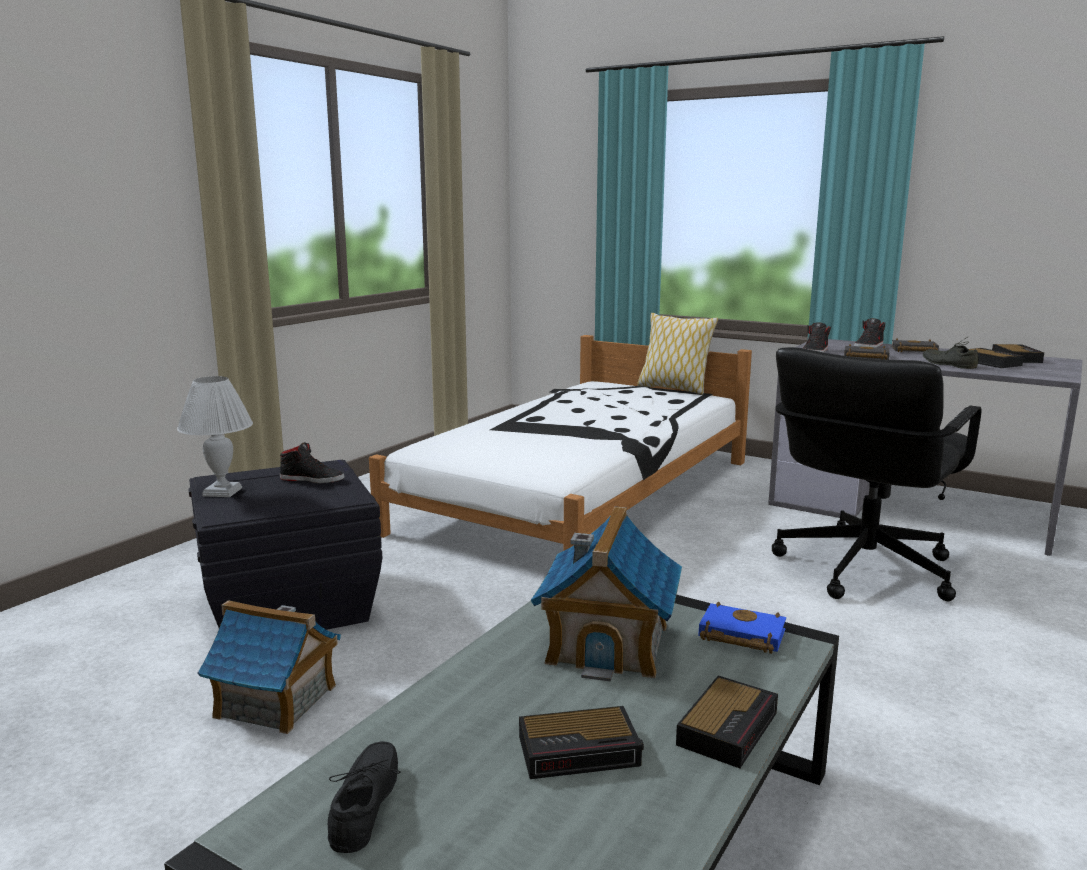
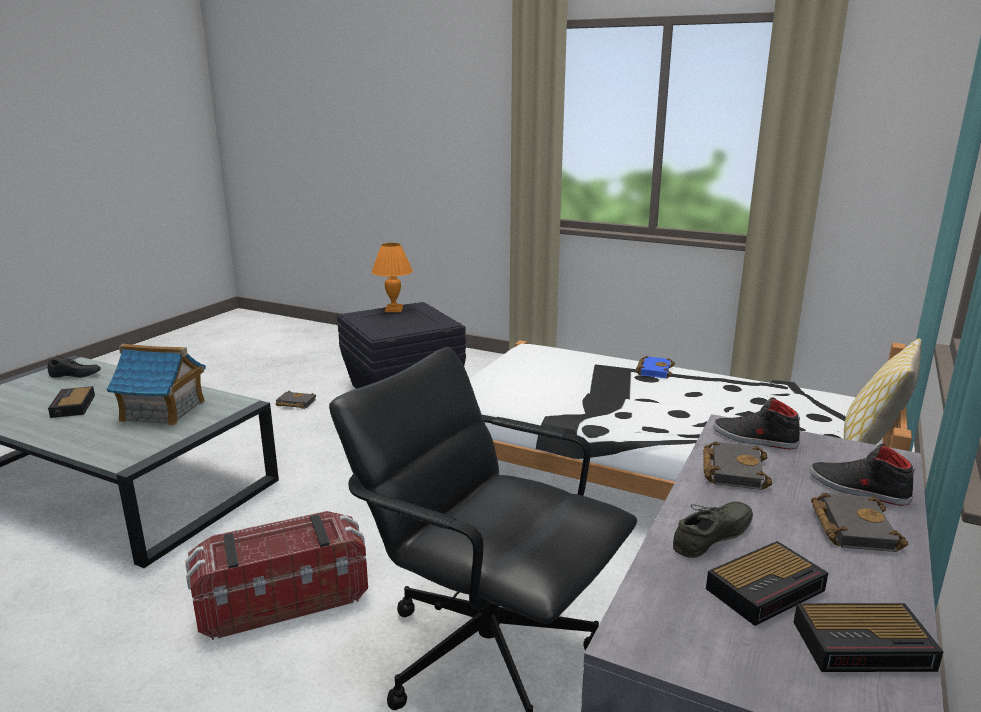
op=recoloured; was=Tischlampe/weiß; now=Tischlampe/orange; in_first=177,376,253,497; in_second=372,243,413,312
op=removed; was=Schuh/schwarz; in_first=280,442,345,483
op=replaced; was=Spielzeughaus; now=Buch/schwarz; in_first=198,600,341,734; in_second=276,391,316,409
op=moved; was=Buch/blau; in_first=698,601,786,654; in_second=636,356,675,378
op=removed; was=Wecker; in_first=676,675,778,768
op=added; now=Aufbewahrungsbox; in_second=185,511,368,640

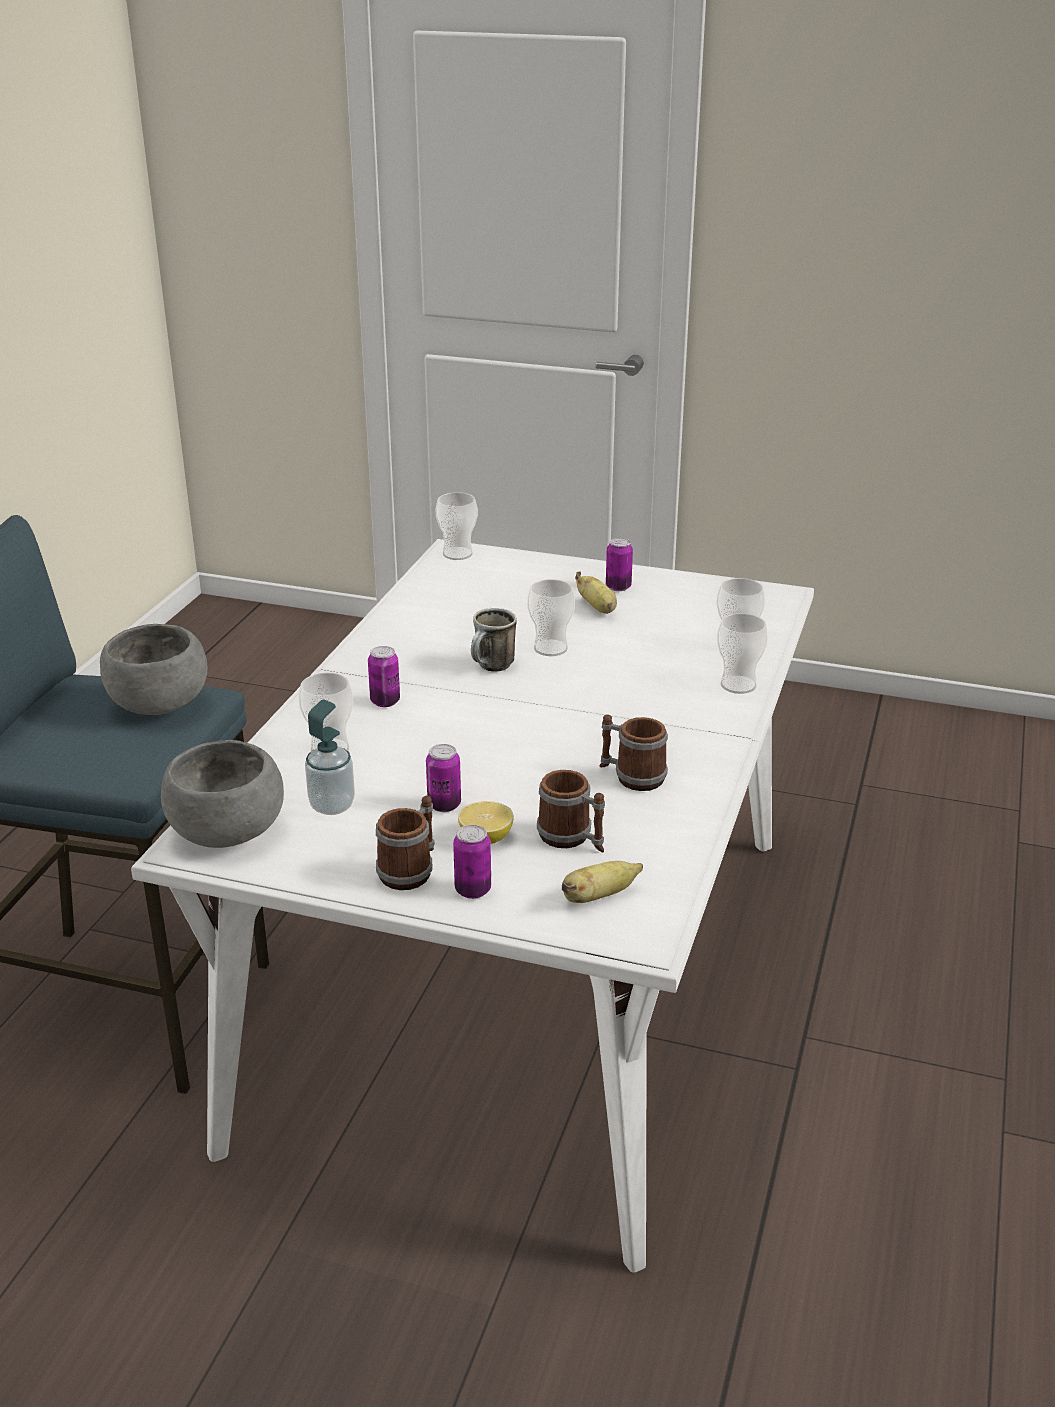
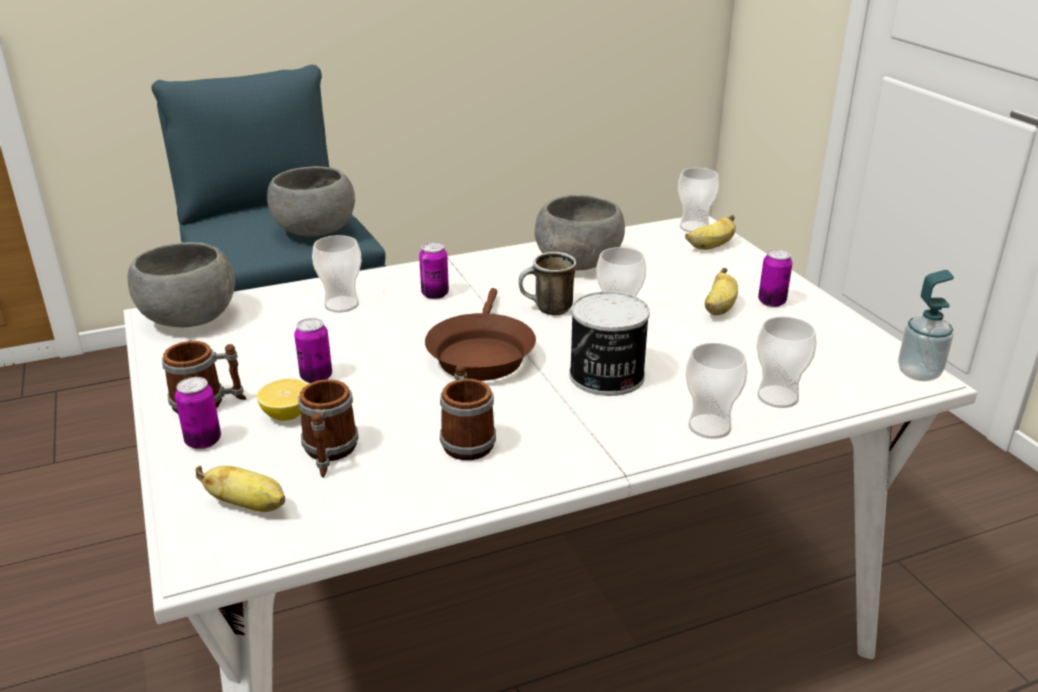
op=moved; was=Seifenspender; in_first=305,700,355,815; in_second=898,270,954,381
op=added; now=Schüssel/grau; in_second=534,195,625,270
op=added; now=Banane; in_second=685,215,736,250
op=added; now=Pfanne/braun; in_second=425,288,536,381
op=added; now=Dose; in_second=569,291,650,396

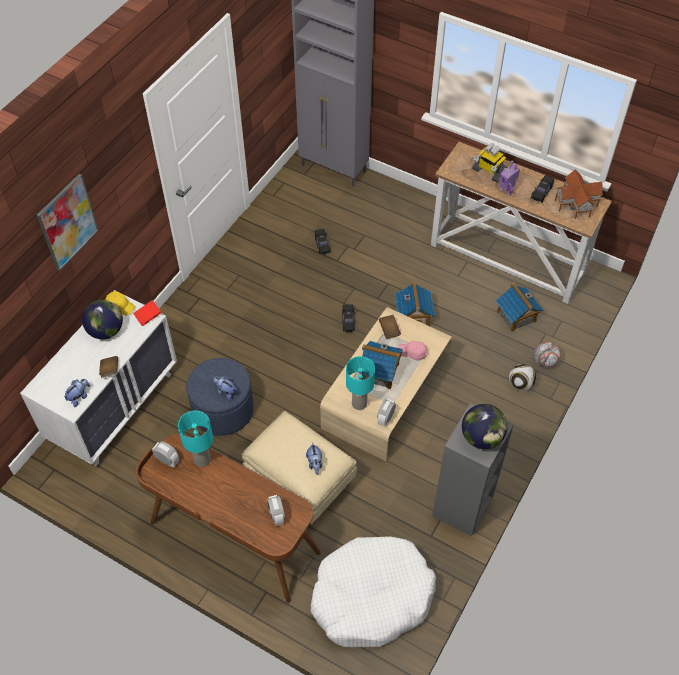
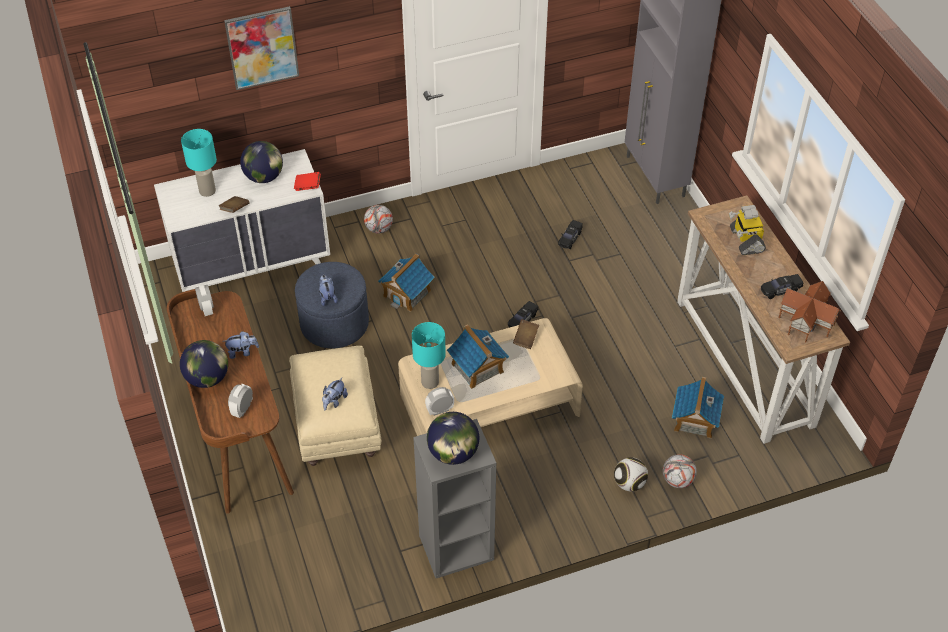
op=removed; was=Spielzeugroboter; in_first=499,161,520,197
op=moved; was=Spielzeughaus; in_first=395,281,435,326; in_second=378,254,435,312
op=removed; was=Kappe/gelb; in_first=106,291,135,315
op=removed; was=Kappe/rosa; in_first=398,341,428,360
op=moved; was=Plüschtier; in_first=64,379,90,407; in_second=223,331,259,359
op=moved; was=Tischlampe/türkis; in_first=178,411,213,467; in_second=181,129,217,197
op=removed; was=Hundebett/weiß; in_first=310,536,436,647
op=added; now=Fußball; in_second=364,205,393,234
op=added; now=Globus; in_second=180,340,228,388

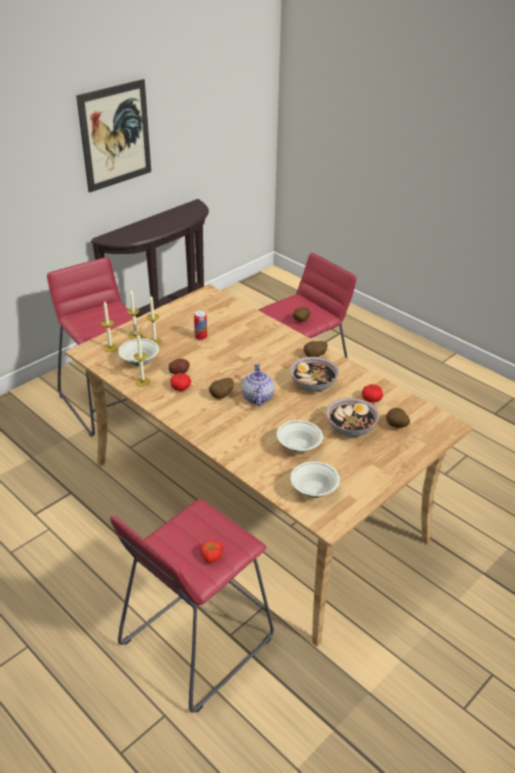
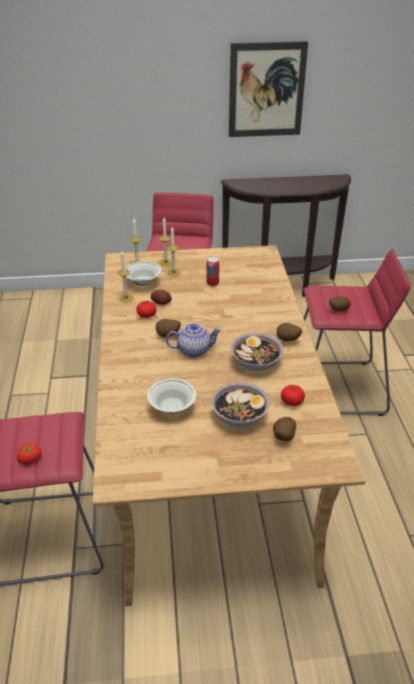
op=turned; was=Teekanne; in_first=242,363,274,406; in_second=166,323,222,358; clockwise=45
op=removed; was=Schüssel/weiß; in_first=290,461,340,498

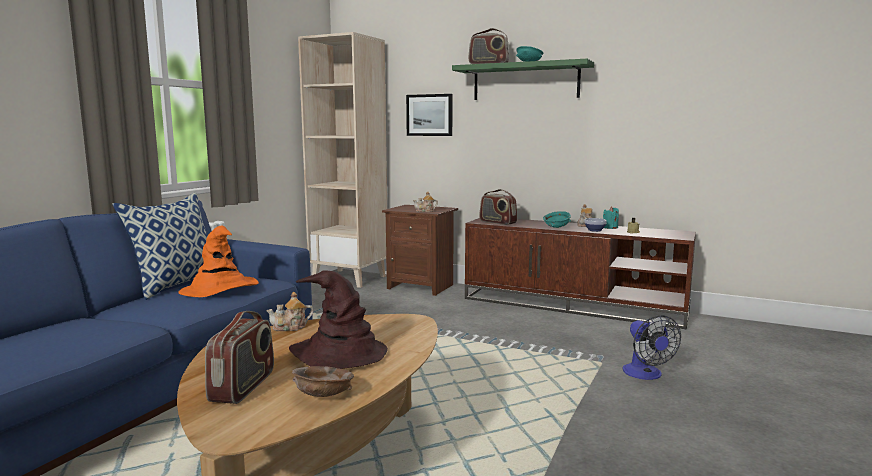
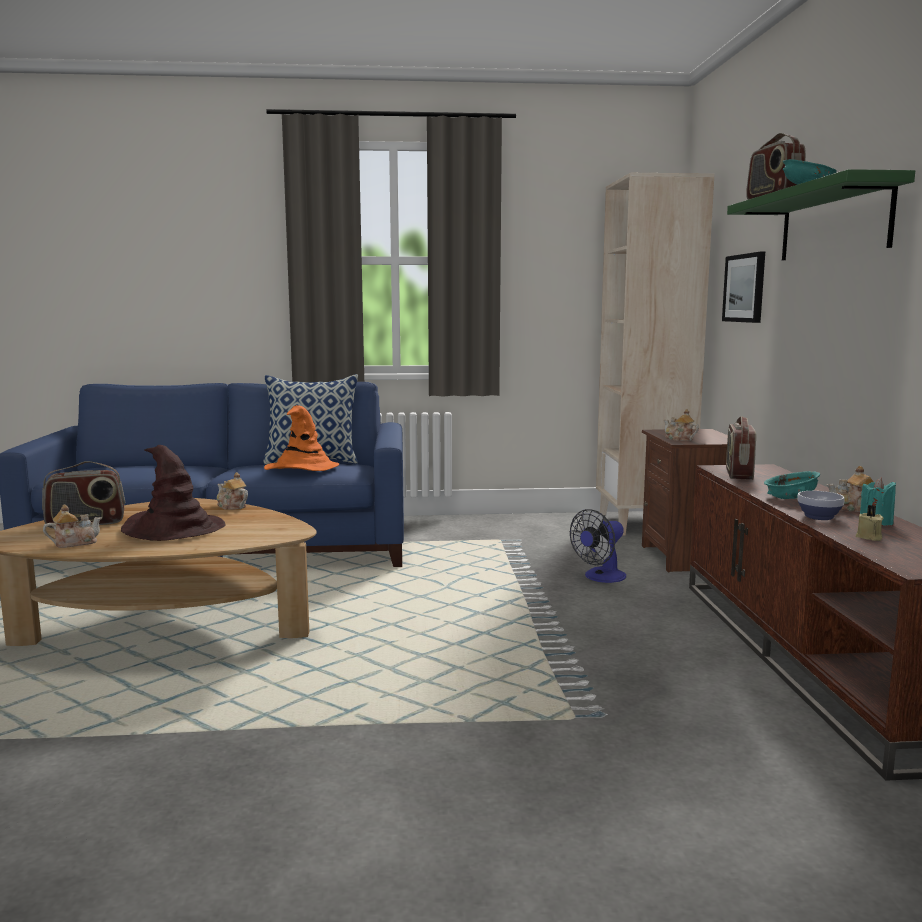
op=moved; was=Ventilator; in_first=623,315,681,380; in_second=570,509,626,583
op=replaced; was=Schüssel/braun; now=Teekanne; in_first=292,366,354,397; in_second=43,505,102,548

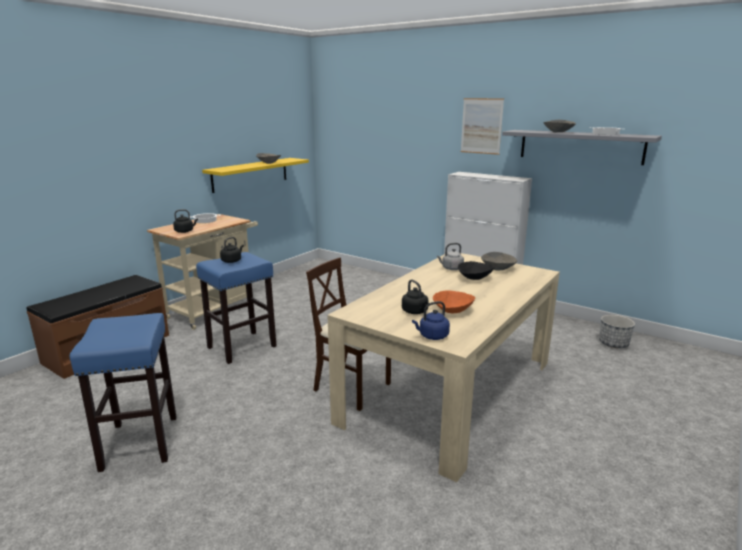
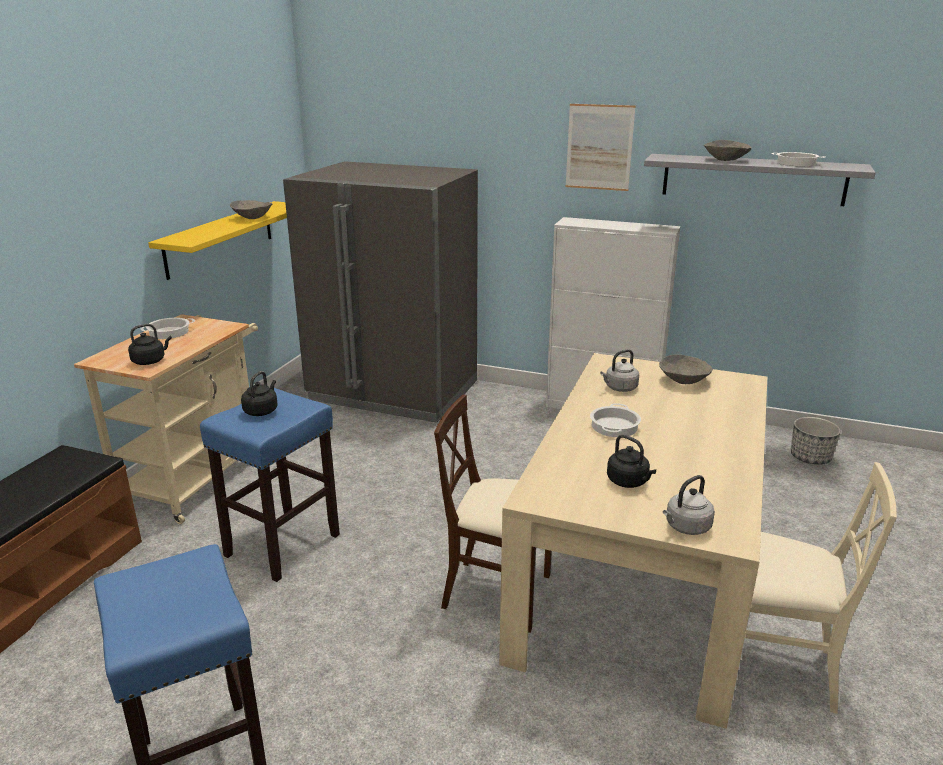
op=removed; was=Schüssel/schwarz; in_first=458,261,494,280
op=removed; was=Schüssel/orange; in_first=433,290,475,313
op=recoloured; was=Wasserkessel/blau; now=Wasserkessel/grau; in_first=412,301,450,340; in_second=663,475,715,535
op=added; now=Kühlschrank/grau; in_second=283,161,478,423
op=added; now=Kochtopf; in_second=590,403,641,437
op=added; now=Stuhl/beige; in_second=745,462,897,714

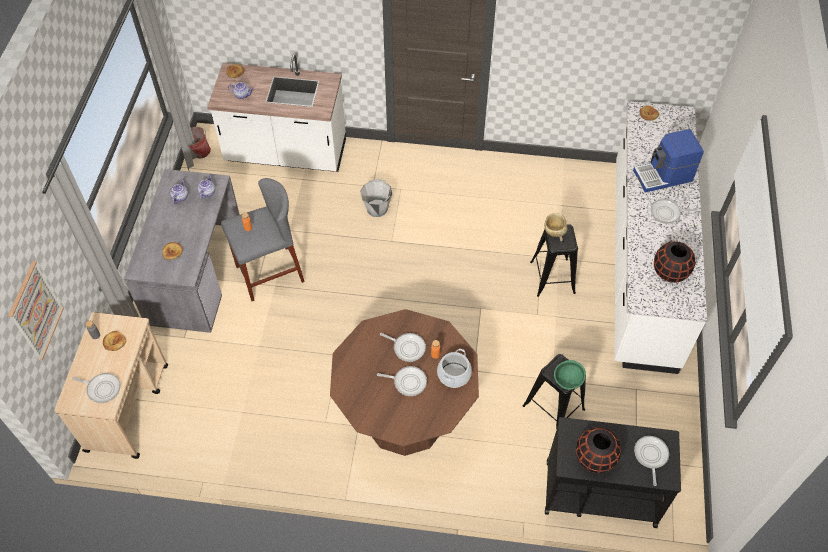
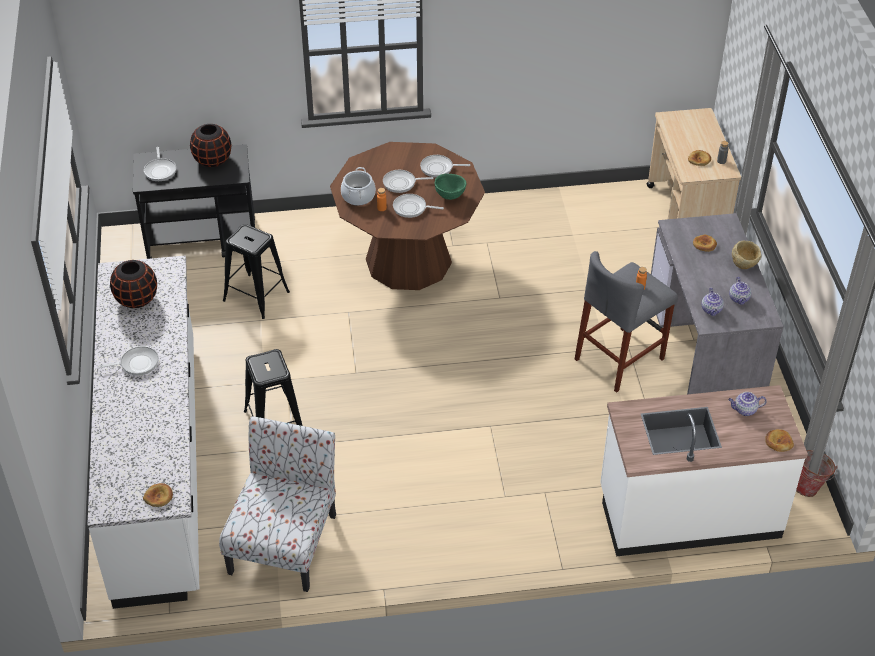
op=removed; was=Kaffeemaschine; in_first=633,129,704,193
op=removed; was=Eimer/grau; in_first=360,178,392,217
op=moved; was=Schüssel/beige; in_first=544,213,568,237; in_second=732,241,761,269
op=removed; was=Bild; in_first=8,261,64,361
op=moved; was=Schüssel/grün; in_first=554,360,586,390; in_second=435,174,467,200
op=moved; was=Pfanne; in_first=72,373,120,403; in_second=420,155,470,177
op=added; now=Stuhl; in_second=219,416,336,592

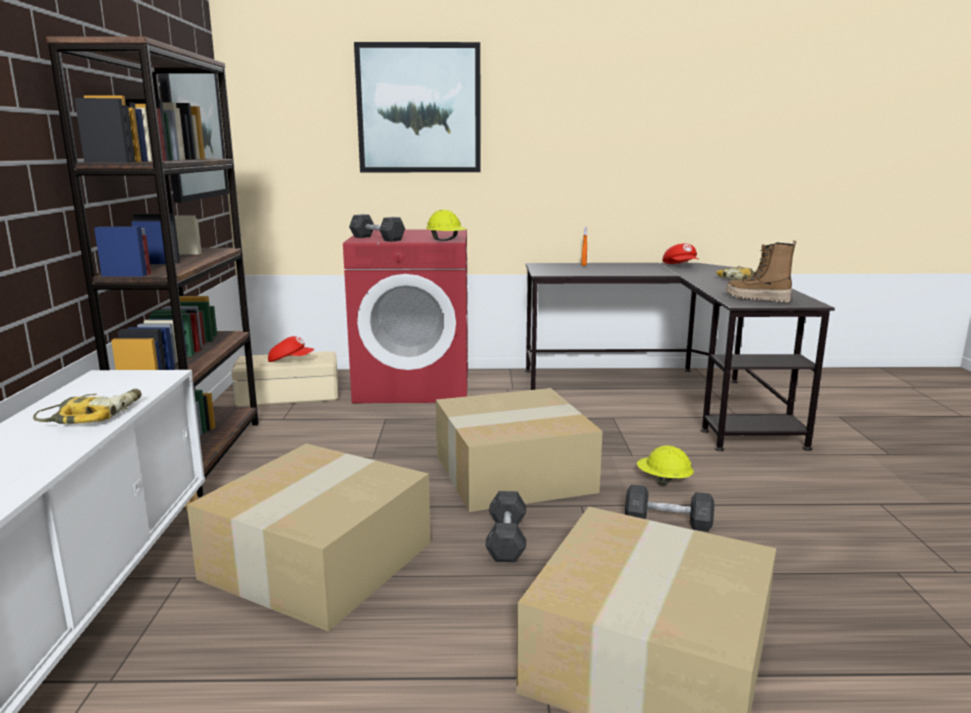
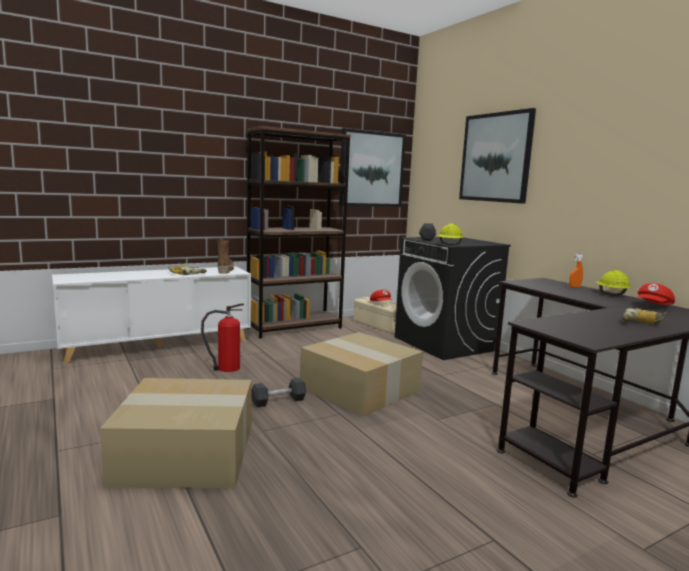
op=recoloured; was=Waschmaschine/rot; now=Waschmaschine/schwarz; in_first=343,229,468,403; in_second=395,237,511,360
op=moved; was=Stiefel; in_first=726,241,796,302; in_second=217,239,234,274
op=replaced; was=Karton; now=Feuerlöscher; in_first=187,444,430,632; in_second=201,303,244,372
op=moved; was=Schutzhelm/gelb; in_first=637,445,694,485; in_second=596,270,631,295
op=removed; was=Hantel/grau; in_first=625,485,714,532

